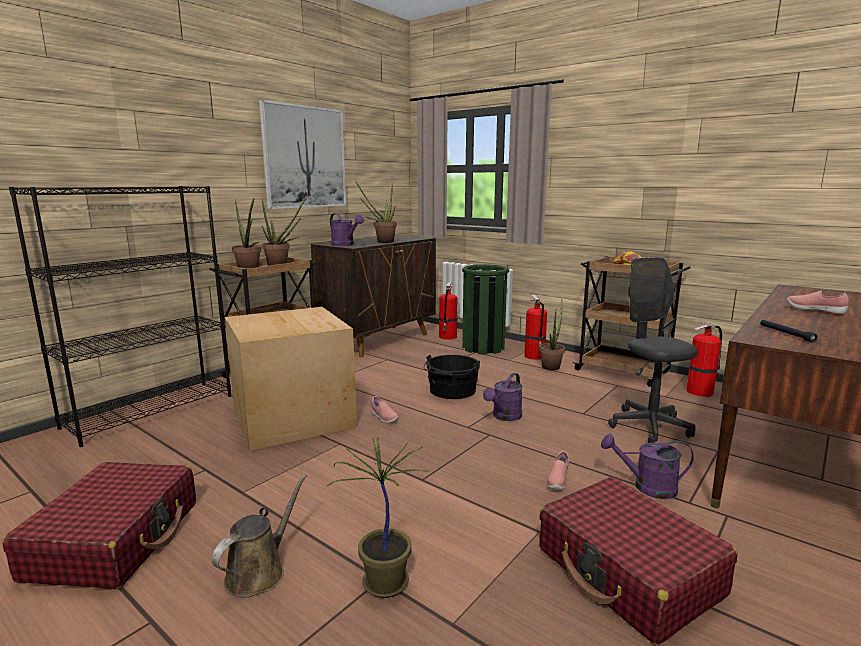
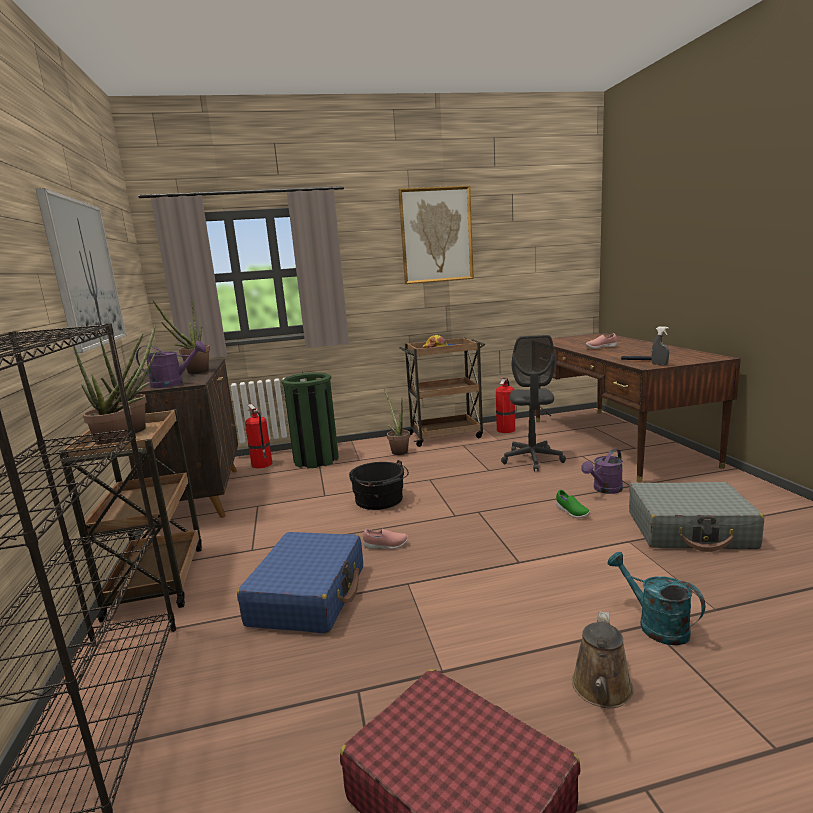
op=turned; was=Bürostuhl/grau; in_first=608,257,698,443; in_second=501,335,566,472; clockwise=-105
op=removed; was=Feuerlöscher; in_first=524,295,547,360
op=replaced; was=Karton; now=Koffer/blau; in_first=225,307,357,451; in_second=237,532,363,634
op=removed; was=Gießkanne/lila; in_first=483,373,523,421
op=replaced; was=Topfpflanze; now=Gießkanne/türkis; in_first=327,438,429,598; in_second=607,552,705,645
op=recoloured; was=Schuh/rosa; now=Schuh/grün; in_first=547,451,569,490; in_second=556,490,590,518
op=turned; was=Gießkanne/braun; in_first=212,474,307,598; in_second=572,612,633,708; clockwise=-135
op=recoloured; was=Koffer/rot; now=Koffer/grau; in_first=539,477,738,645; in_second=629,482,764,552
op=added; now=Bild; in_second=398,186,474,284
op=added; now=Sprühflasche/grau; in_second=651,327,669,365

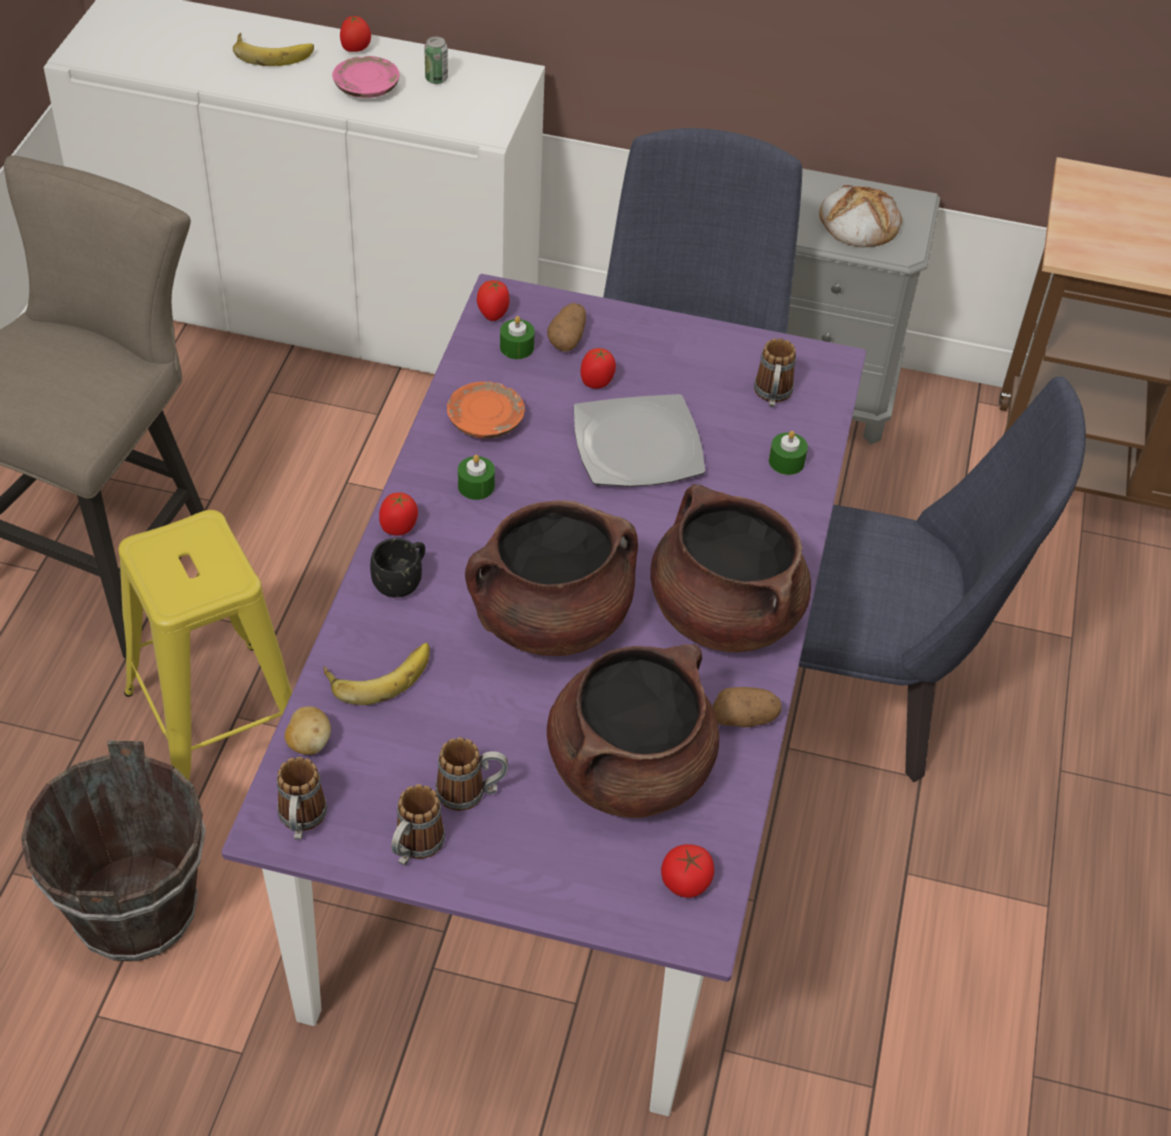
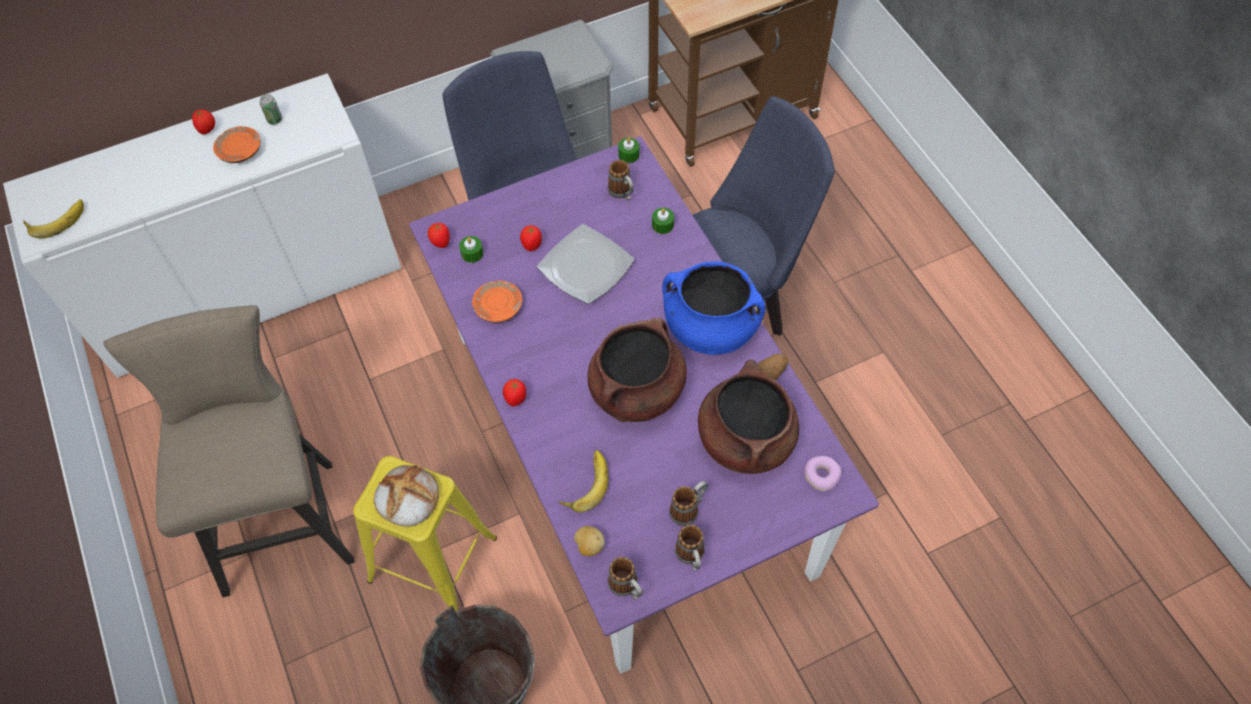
op=moved; was=Banane; in_first=233,32,314,66; in_second=23,199,84,238
op=recoloured; was=Teller/rosa; now=Teller/orange; in_first=332,56,400,98; in_second=213,126,260,163
op=moved; was=Brot; in_first=819,185,902,248; in_second=374,465,439,527
op=removed; was=Kartoffel; in_first=547,303,586,352
op=moved; was=Kerze/grün; in_first=458,455,495,500; in_second=618,138,639,163
op=recoloured; was=Kochtopf/braun; now=Kochtopf/blau; in_first=650,484,811,652; in_second=662,261,766,355
op=removed; was=Henkelbecher/schwarz; in_first=370,538,425,598
op=replaced; was=Tomate; now=Donut; in_first=661,844,714,898; in_second=804,456,842,491

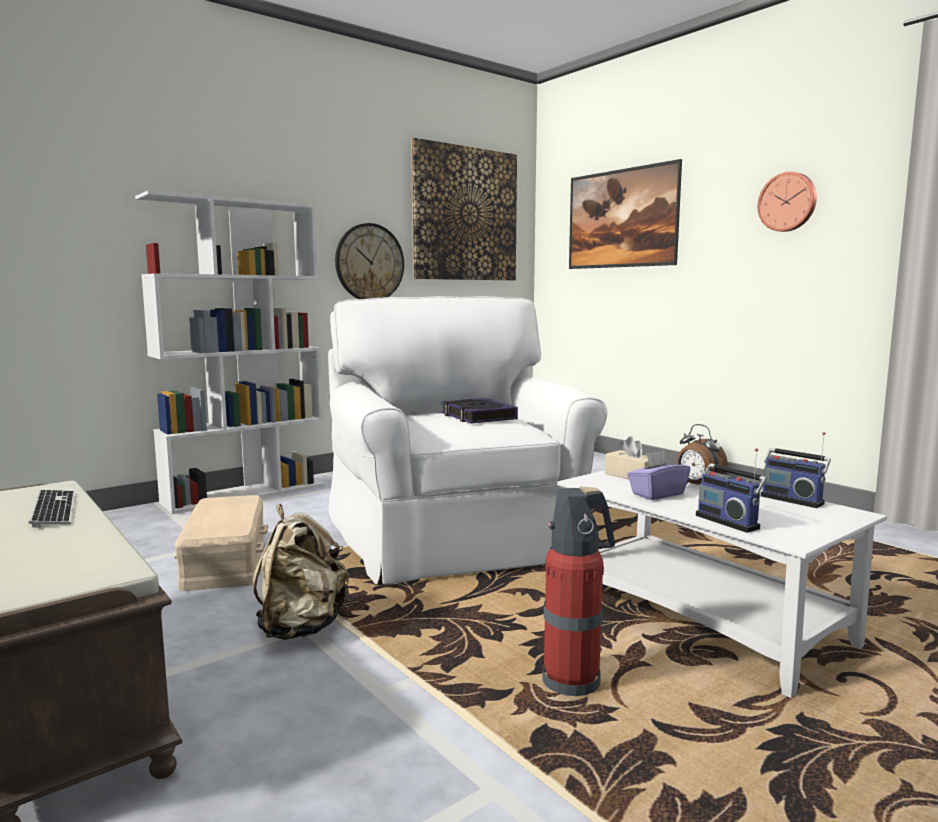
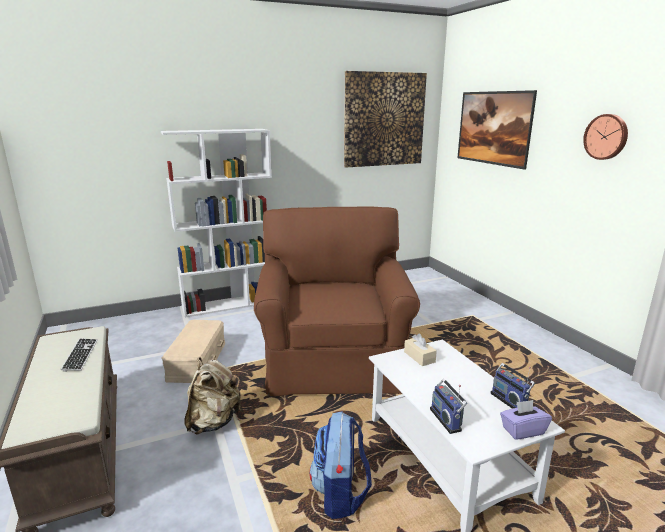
op=removed; was=Wanduhr; in_first=335,223,404,299
op=recoloured; was=Sessel/weiß; now=Sessel/braun; in_first=328,296,607,585; in_second=254,206,420,396
op=removed; was=Buch; in_first=441,398,518,424
op=removed; was=Wecker; in_first=677,424,728,485
op=moved; was=Taschentuchbox/lila; in_first=627,451,691,500; in_second=500,400,552,440
op=replaced; was=Feuerlöscher; now=Rucksack; in_first=542,486,615,696; in_second=310,411,372,519

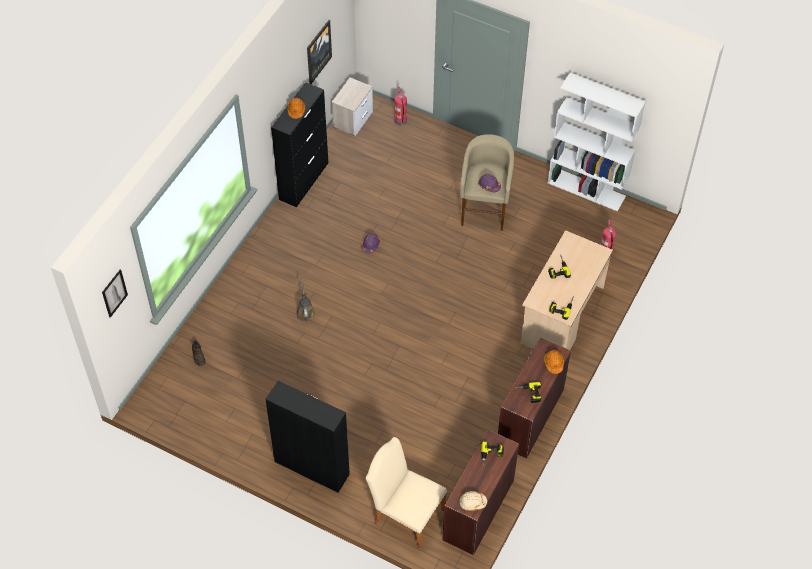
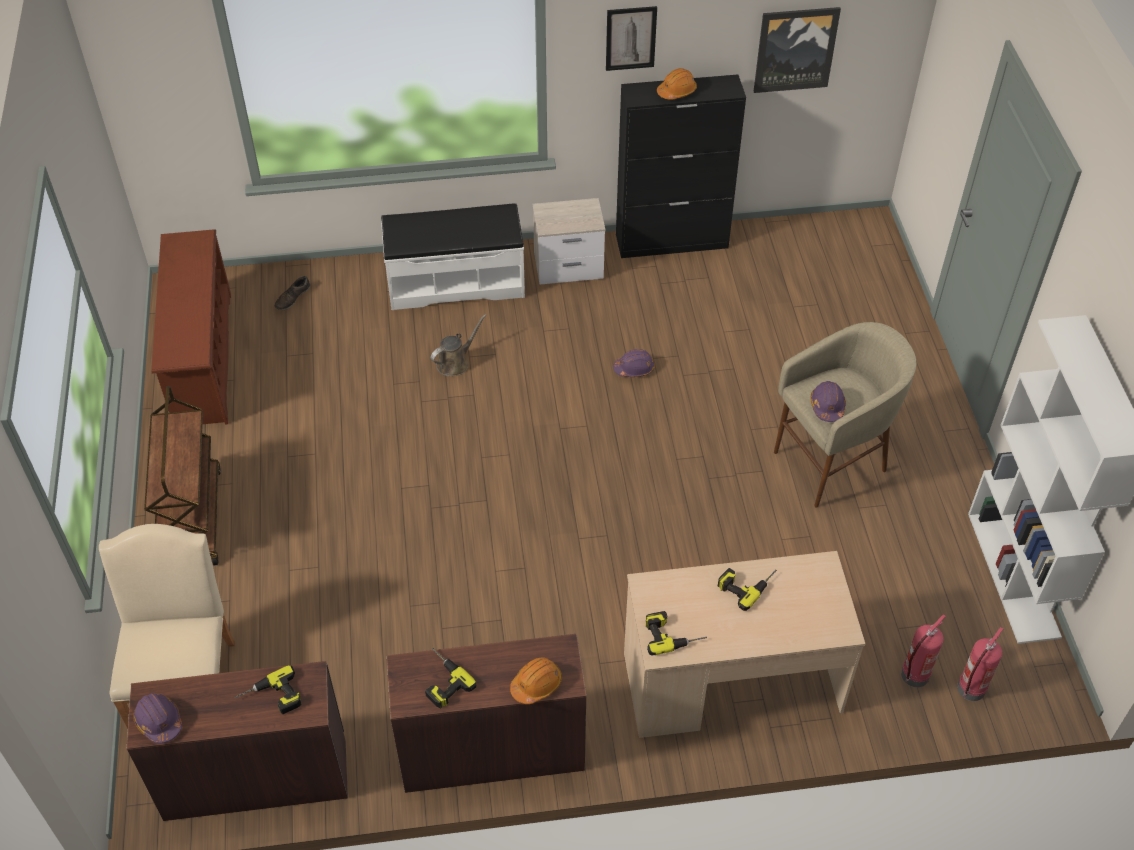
op=moved; was=Nachttisch; in_first=332,78,373,136; in_second=533,198,605,284
op=moved; was=Feuerlöscher; in_first=394,87,407,126; in_second=957,627,1003,701
op=moved; was=Bild; in_first=102,269,128,318; in_second=606,6,657,71
op=replaced; was=Schrank/schwarz; now=Rollwagen/braun; in_first=265,381,350,493; in_second=144,386,221,566
op=recoloured; was=Schutzhelm/beige; now=Schutzhelm/lila; in_first=459,491,487,511; in_second=133,693,182,744
op=added; now=Bank/weiß; in_second=381,203,525,310
op=added; now=Schuhregal/braun; in_second=152,229,231,425

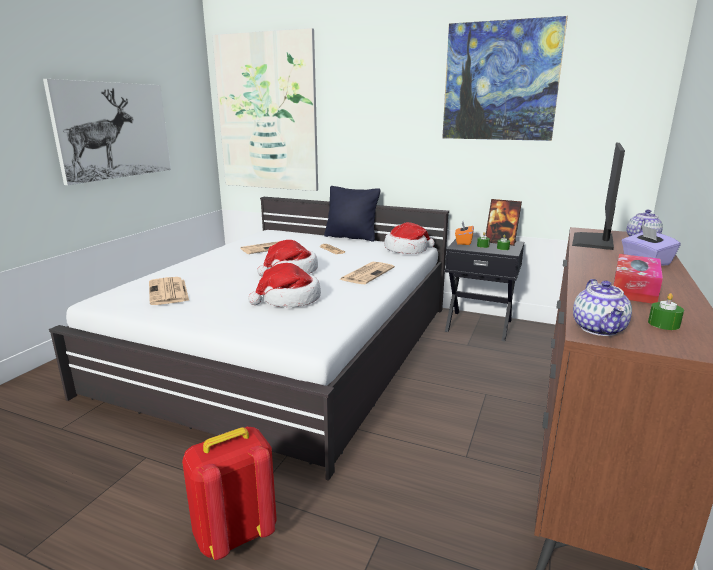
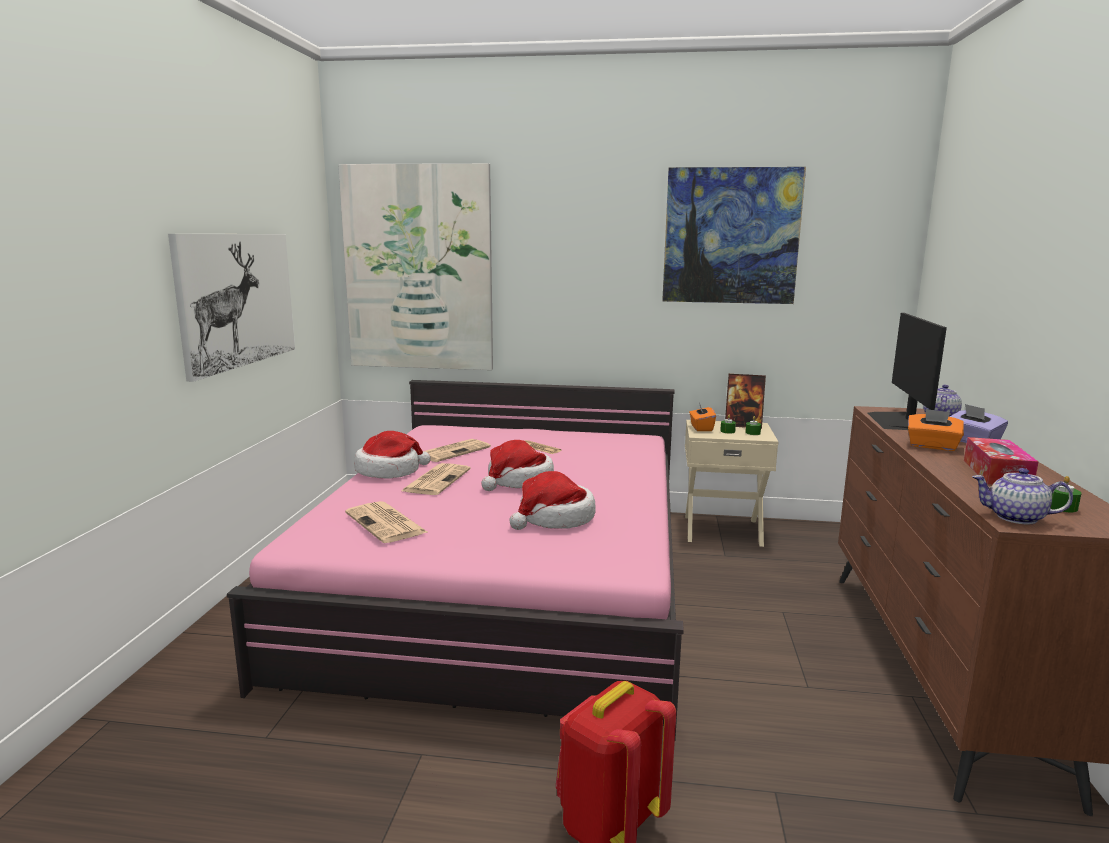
op=removed; was=Kissen/schwarz; in_first=324,186,380,242
op=recoloured; was=Bett/weiß; now=Bett/rosa; in_first=49,197,449,481; in_second=227,380,684,739
op=moved; was=Hut; in_first=384,222,435,254; in_second=354,431,431,479
op=recoloured; was=Nachttisch/schwarz; now=Nachttisch/beige; in_first=445,237,524,342; in_second=685,420,778,547
op=moved; was=Zeitung; in_first=339,262,395,284; in_second=401,463,471,495
op=turned; was=Teekanne; in_first=573,279,632,336; in_second=972,468,1073,524; clockwise=120
op=added; now=Taschentuchbox/orange; in_second=908,409,964,451

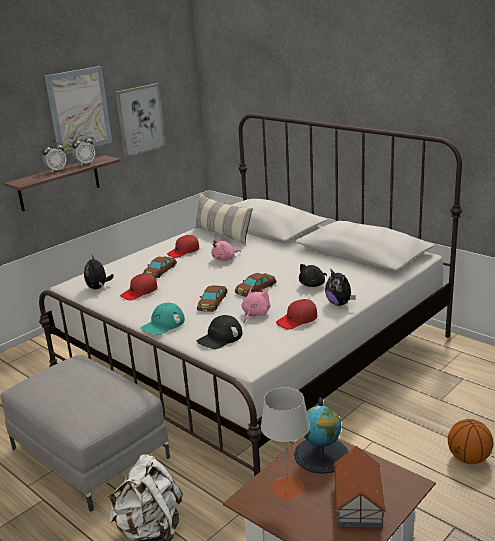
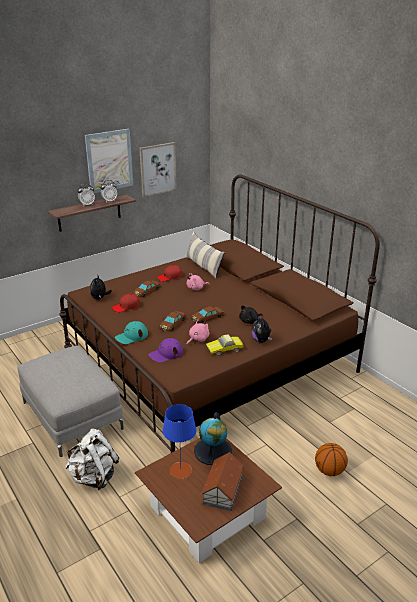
op=recoloured; was=Bett/weiß; now=Bett/braun; in_first=39,114,462,477; in_second=59,175,380,453
op=replaced; was=Kappe/rot; now=Spielzeugauto; in_first=276,299,317,330; in_second=206,334,244,356
op=recoloured; was=Kappe/schwarz; now=Kappe/lila; in_first=197,315,243,349; in_second=149,338,183,363
op=recoloured; was=Tischlampe/grau; now=Tischlampe/blau; in_first=261,387,310,499; in_second=163,404,197,479

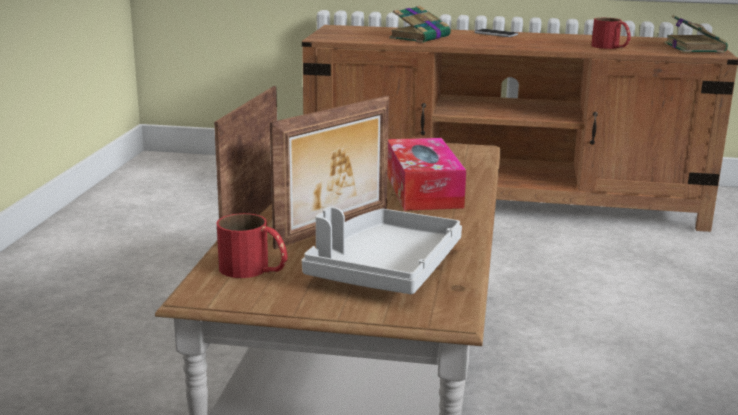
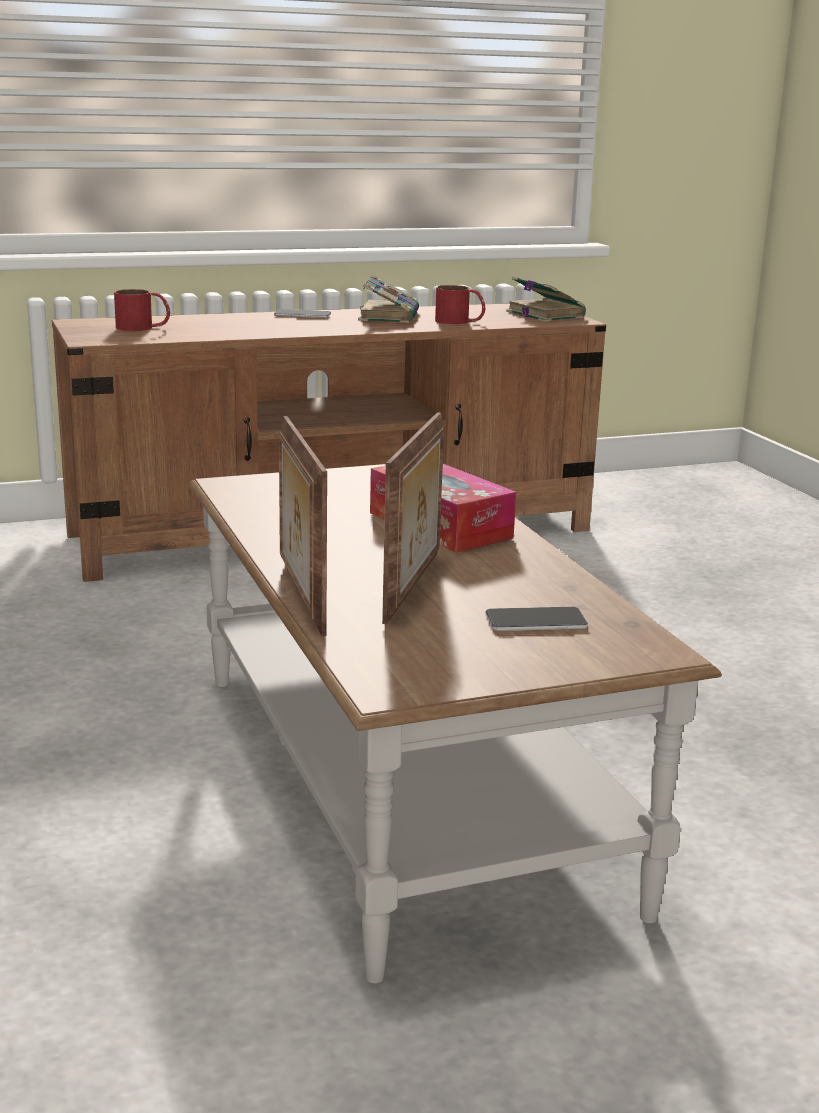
op=moved; was=Buch; in_first=389,6,451,43; in_second=358,275,419,323
op=replaced; was=Tablett/grau; now=Handy; in_first=302,207,462,294; in_second=486,607,588,631
op=moved; was=Henkelbecher/rot; in_first=217,213,287,278; in_second=114,289,170,331

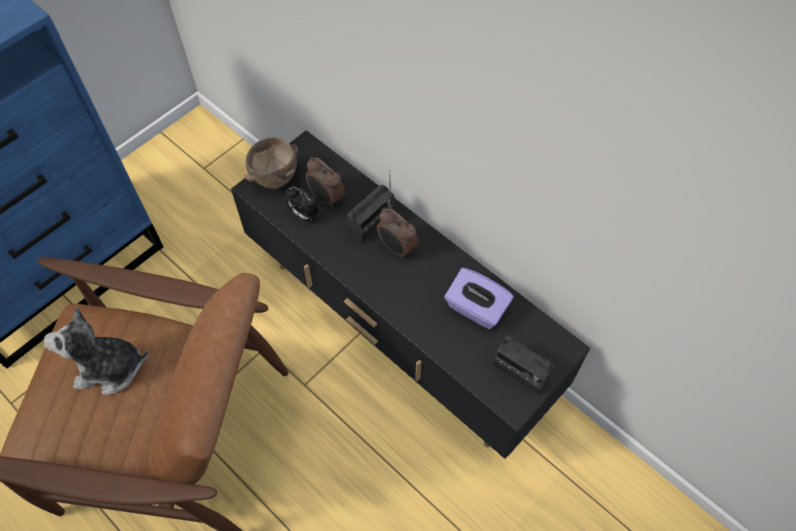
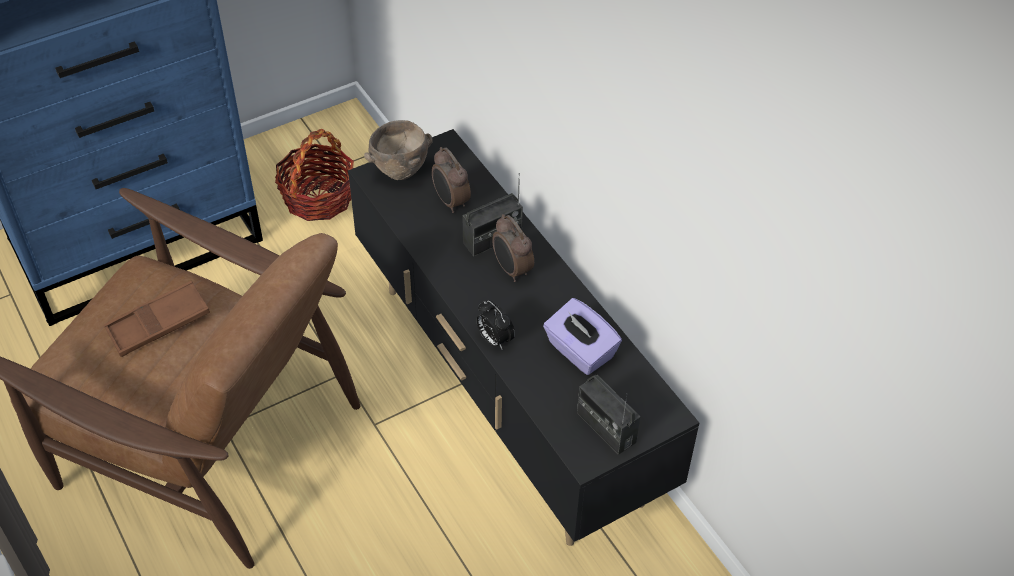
op=moved; was=Wecker; in_first=286,186,320,221; in_second=476,300,515,350
op=replaced; was=Plüschtier; now=Tablett/braun; in_first=44,306,150,395; in_second=104,281,210,357
op=added; now=Korb; in_second=275,129,354,221

